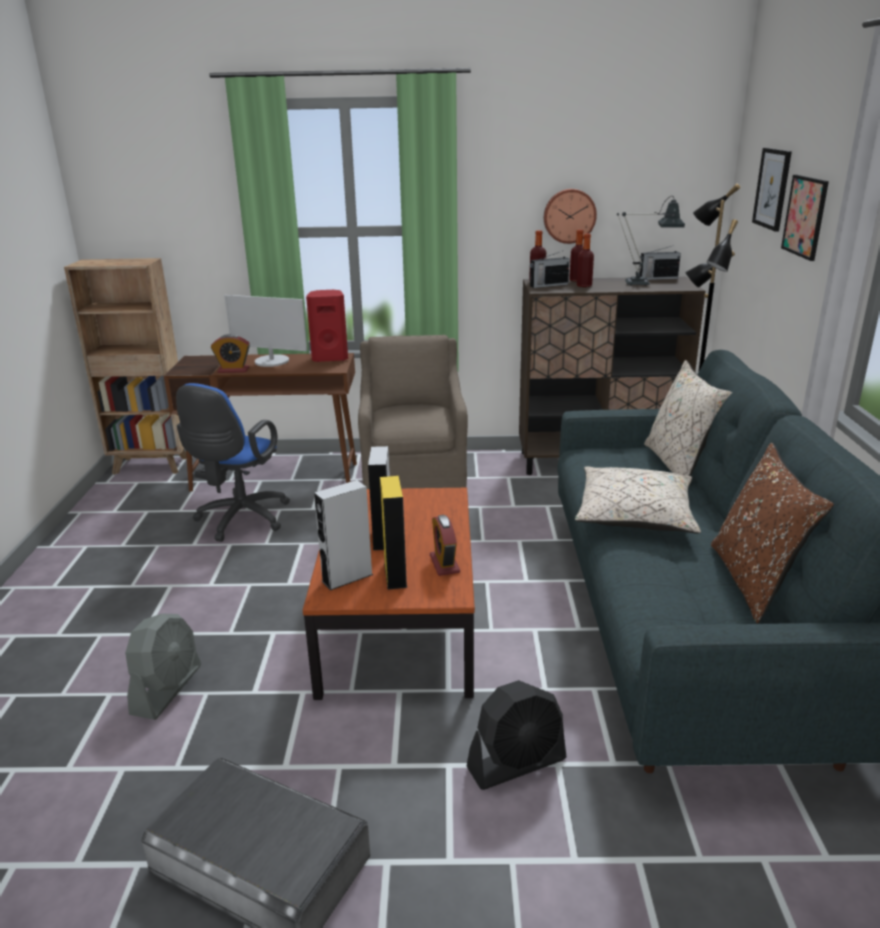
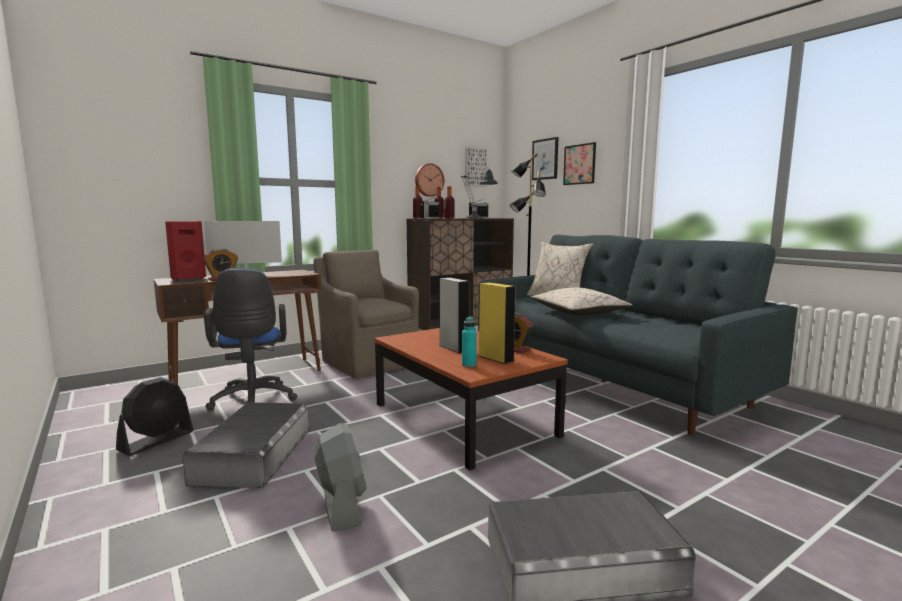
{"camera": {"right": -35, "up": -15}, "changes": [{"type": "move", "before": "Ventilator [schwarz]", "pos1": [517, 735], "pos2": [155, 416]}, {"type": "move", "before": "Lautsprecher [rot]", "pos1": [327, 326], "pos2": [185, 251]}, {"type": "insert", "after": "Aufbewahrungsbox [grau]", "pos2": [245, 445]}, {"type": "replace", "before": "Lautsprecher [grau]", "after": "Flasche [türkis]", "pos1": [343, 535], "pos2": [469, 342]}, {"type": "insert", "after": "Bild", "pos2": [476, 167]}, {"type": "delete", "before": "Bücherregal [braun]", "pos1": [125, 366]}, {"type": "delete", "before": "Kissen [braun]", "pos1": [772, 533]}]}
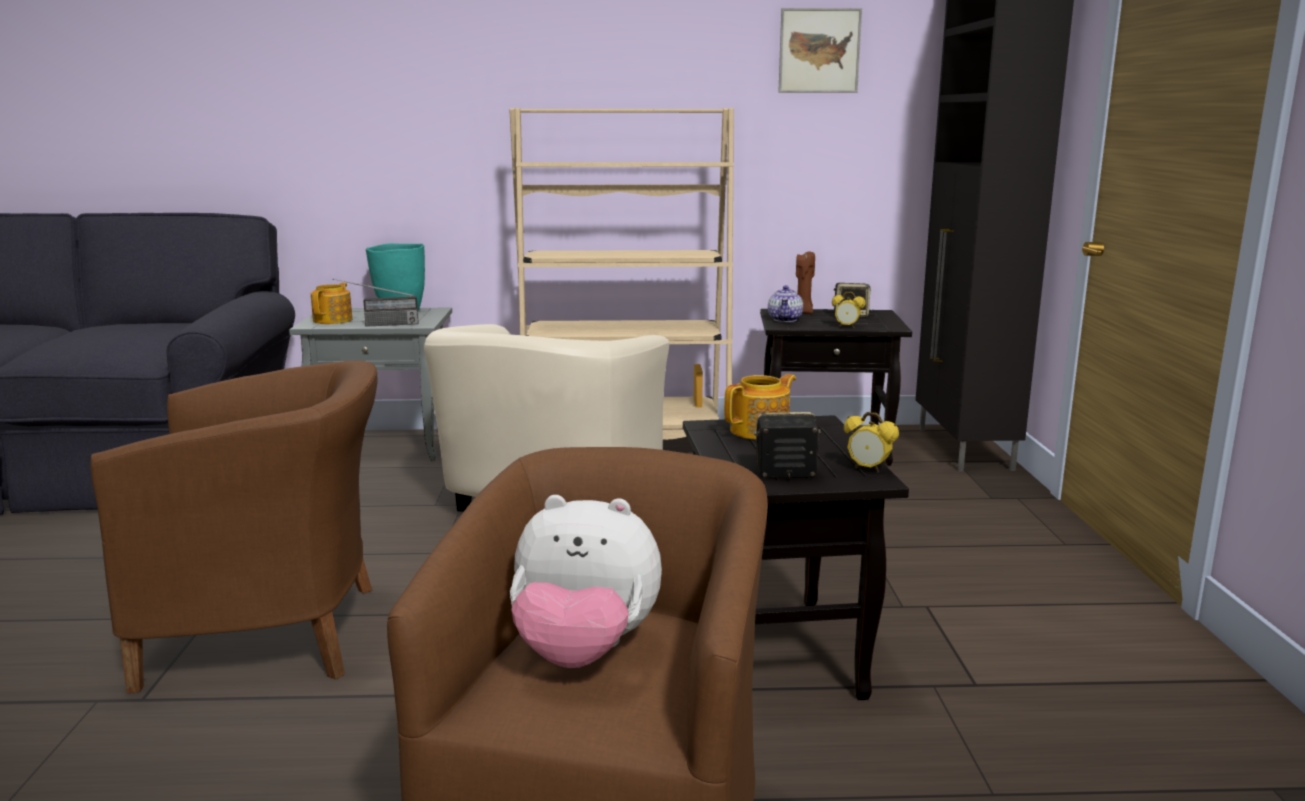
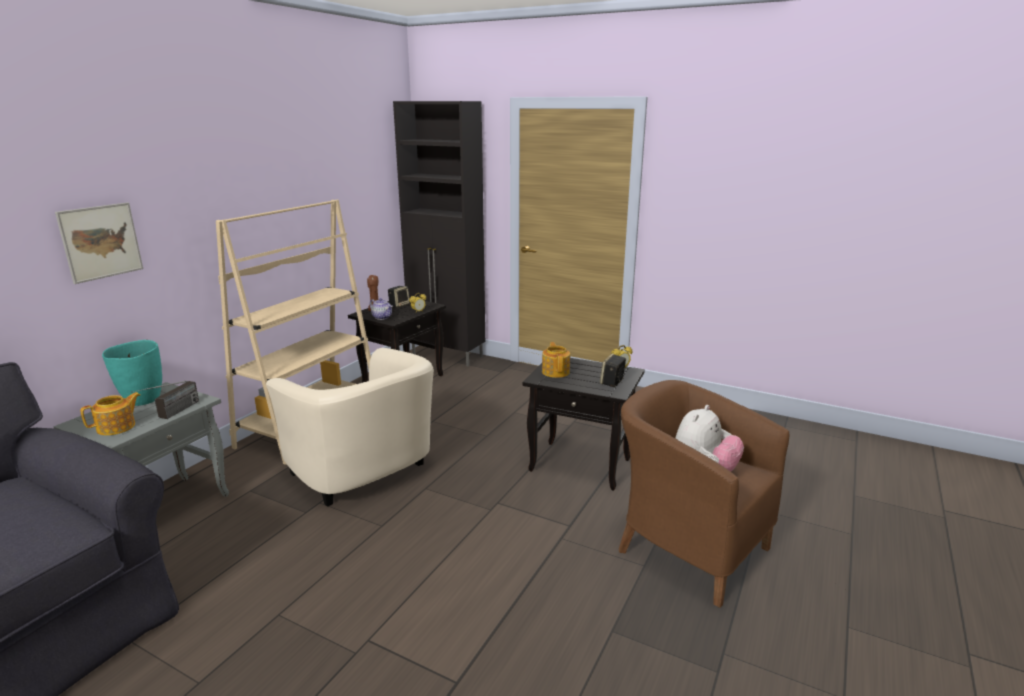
{"camera": {"right": -60, "up": 5}, "changes": [{"type": "move", "before": "Bild", "pos1": [820, 50], "pos2": [99, 243]}, {"type": "rotate", "before": "Teekanne", "pos1": [331, 303], "pos2": [110, 414], "turn": 90}, {"type": "delete", "before": "Sessel [braun]", "pos1": [233, 526]}]}
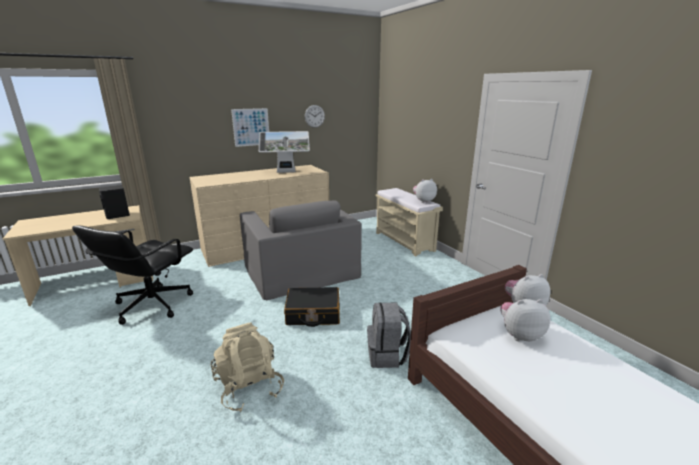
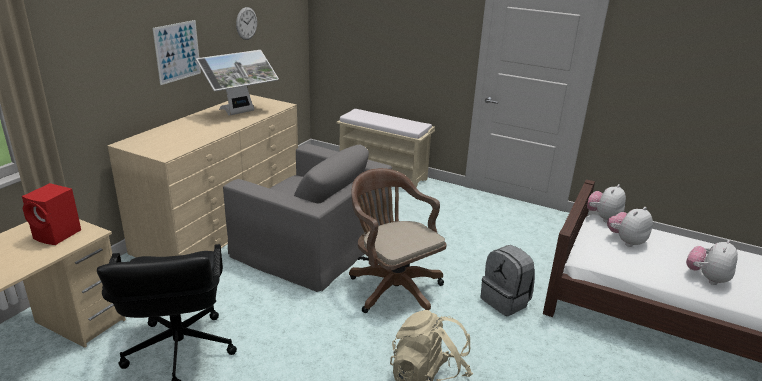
{"camera": {"right": -35, "up": 5}, "changes": [{"type": "recolor", "before": "Lautsprecher [schwarz]", "after": "Lautsprecher [rot]", "pos1": [114, 202], "pos2": [51, 214]}, {"type": "replace", "before": "Koffer [schwarz]", "after": "Bürostuhl [braun]", "pos1": [312, 307], "pos2": [398, 240]}, {"type": "move", "before": "Plüschtier", "pos1": [425, 191], "pos2": [712, 262]}]}
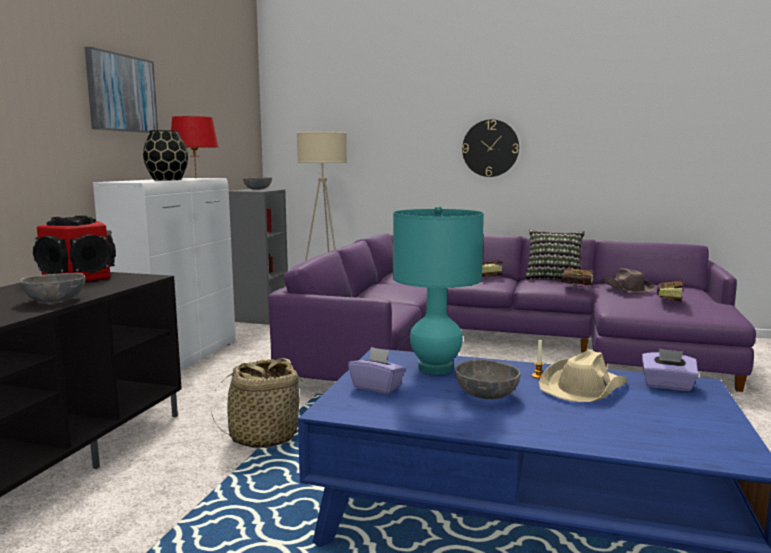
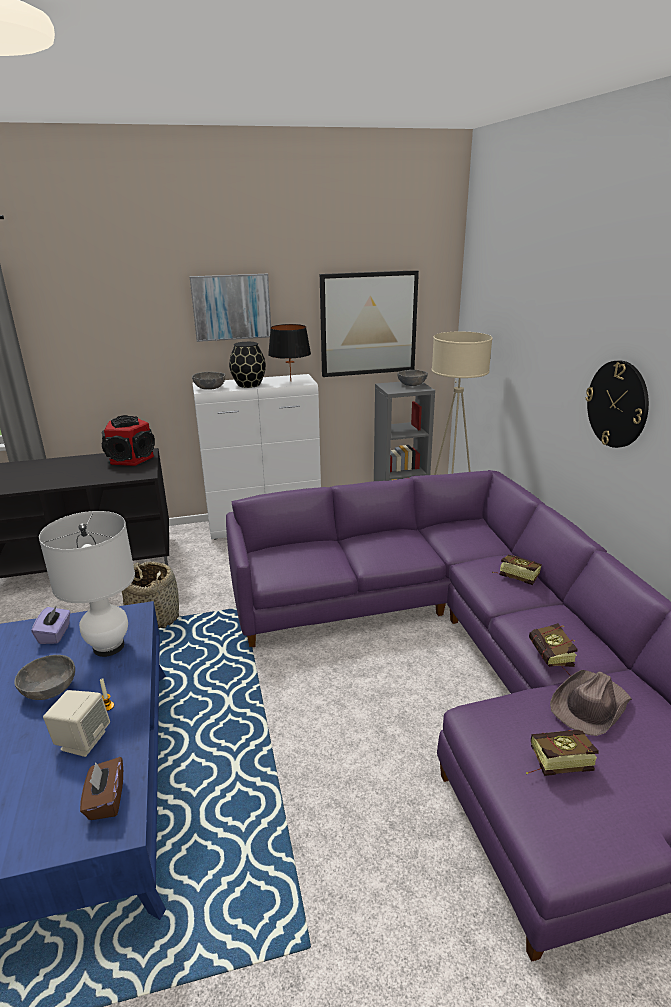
{"camera": {"right": 60, "up": 15}, "changes": [{"type": "recolor", "before": "Tischlampe [türkis]", "after": "Tischlampe [weiß]", "pos1": [438, 290], "pos2": [87, 584]}, {"type": "replace", "before": "Hut [beige]", "after": "Lautsprecher [beige]", "pos1": [583, 375], "pos2": [76, 723]}, {"type": "recolor", "before": "Taschentuchbox [lila]", "after": "Taschentuchbox [braun]", "pos1": [670, 369], "pos2": [101, 788]}, {"type": "move", "before": "Schüssel [grau]", "pos1": [52, 288], "pos2": [208, 381]}, {"type": "recolor", "before": "Tischlampe [rot]", "after": "Tischlampe [schwarz]", "pos1": [194, 146], "pos2": [289, 352]}, {"type": "insert", "after": "Bild", "pos2": [369, 323]}, {"type": "delete", "before": "Kissen", "pos1": [555, 255]}]}
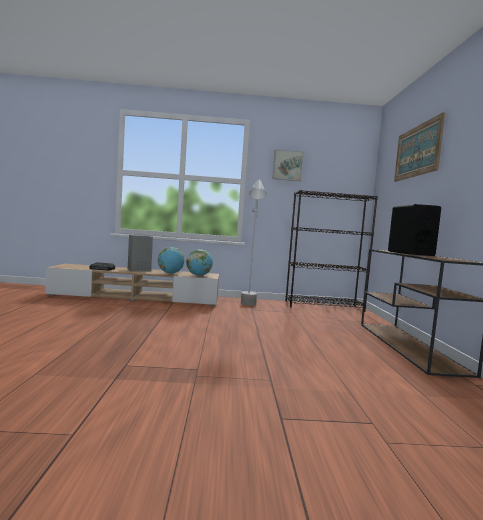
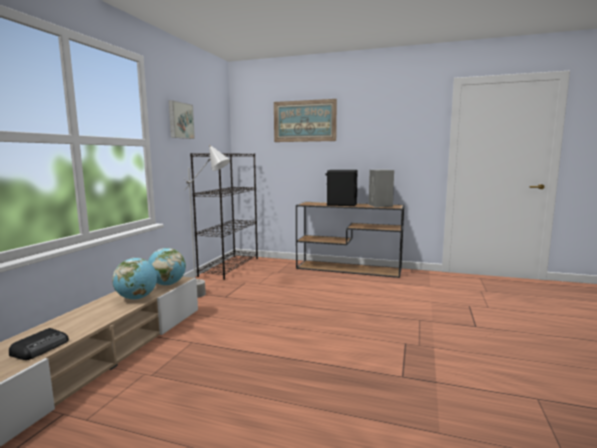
{"camera": {"right": -70, "up": 5}, "changes": [{"type": "move", "before": "Lautsprecher [grau]", "pos1": [140, 253], "pos2": [381, 188]}]}
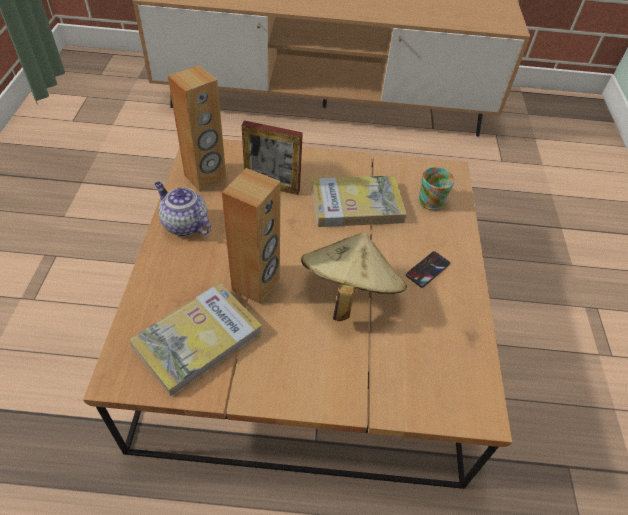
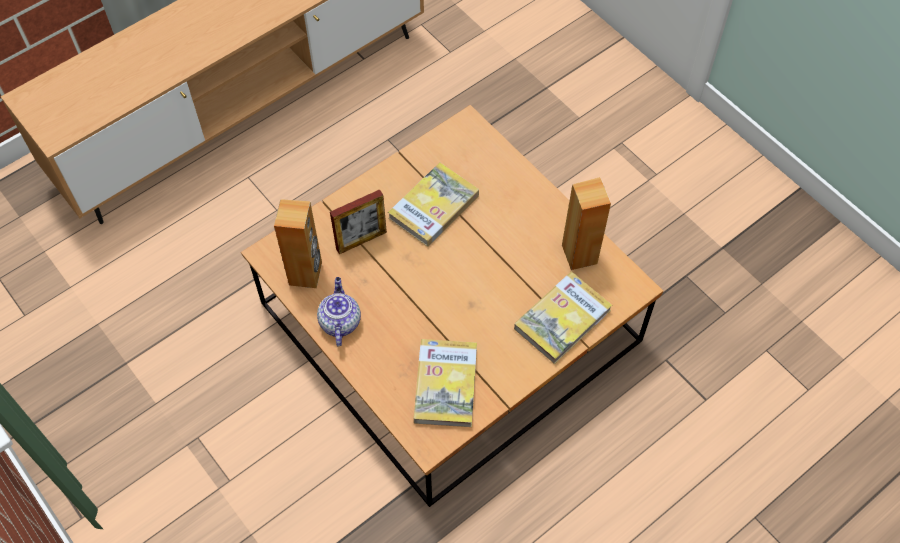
{"camera": {"right": -40, "up": 10}, "changes": [{"type": "rotate", "before": "Teekanne", "pos1": [183, 209], "pos2": [339, 312], "turn": 90}, {"type": "insert", "after": "Buch", "pos2": [563, 318]}, {"type": "move", "before": "Lautsprecher [braun]", "pos1": [251, 236], "pos2": [586, 223]}, {"type": "delete", "before": "Hut [beige]", "pos1": [354, 276]}, {"type": "delete", "before": "Handy", "pos1": [428, 269]}, {"type": "delete", "before": "Henkelbecher", "pos1": [436, 188]}]}
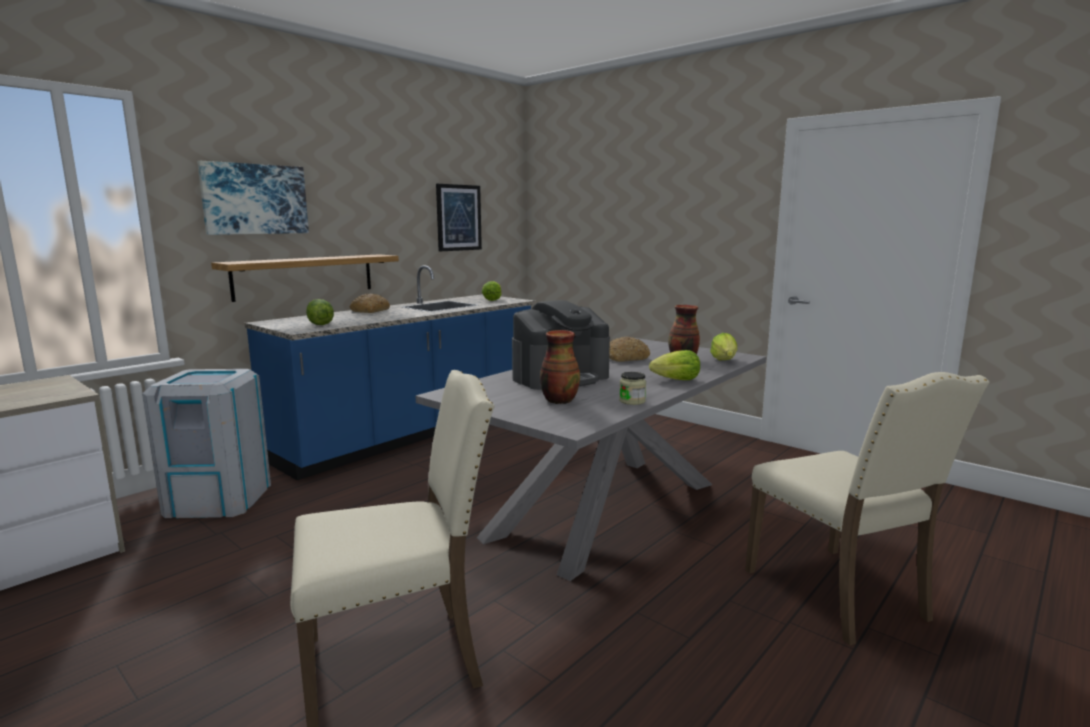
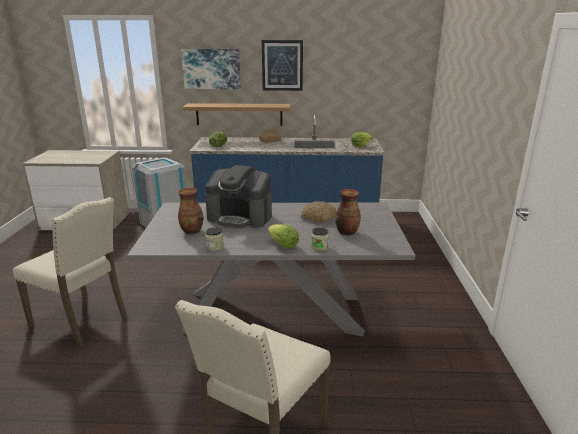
{"camera": {"right": 50, "up": 10}, "changes": [{"type": "move", "before": "Bild", "pos1": [459, 217], "pos2": [282, 65]}, {"type": "insert", "after": "Vorratsglas", "pos2": [320, 239]}, {"type": "delete", "before": "Salatkopf", "pos1": [723, 346]}]}
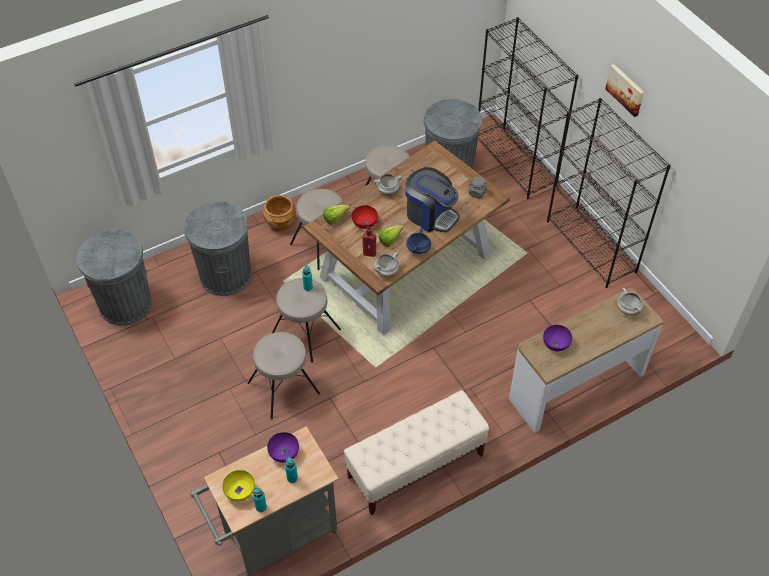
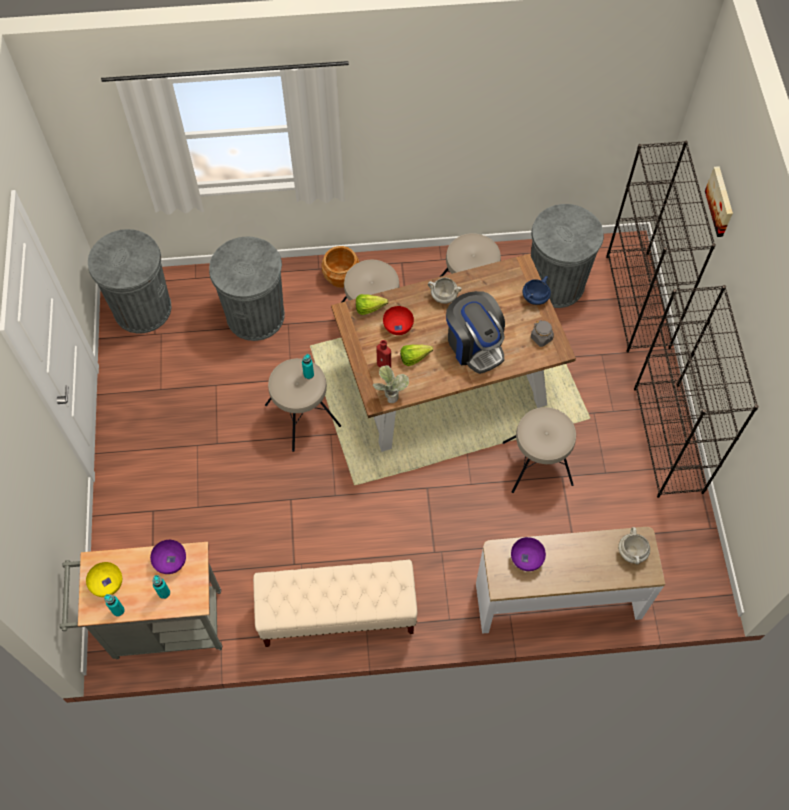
{"camera": {"right": 25, "up": 10}, "changes": [{"type": "replace", "before": "Kochtopf [weiß]", "after": "Topfpflanze", "pos1": [386, 264], "pos2": [391, 384]}, {"type": "move", "before": "Hocker [beige]", "pos1": [284, 376], "pos2": [539, 450]}, {"type": "move", "before": "Kochtopf [blau]", "pos1": [418, 241], "pos2": [536, 290]}, {"type": "move", "before": "Bild", "pos1": [624, 90], "pos2": [719, 201]}]}
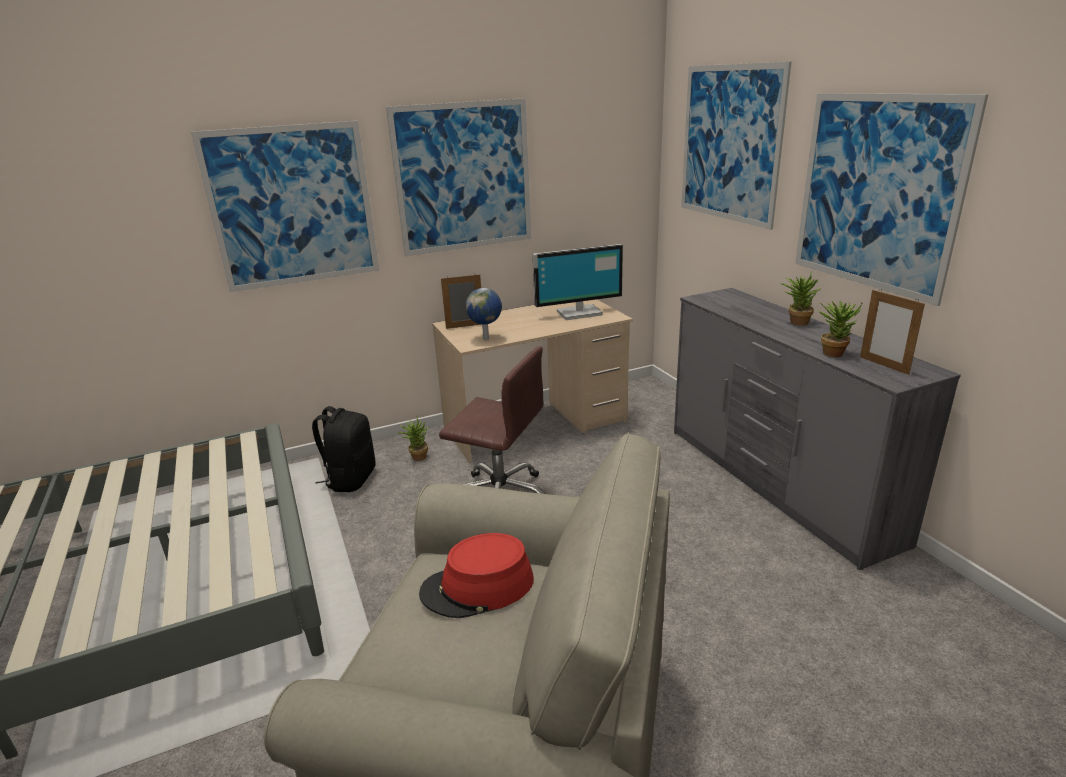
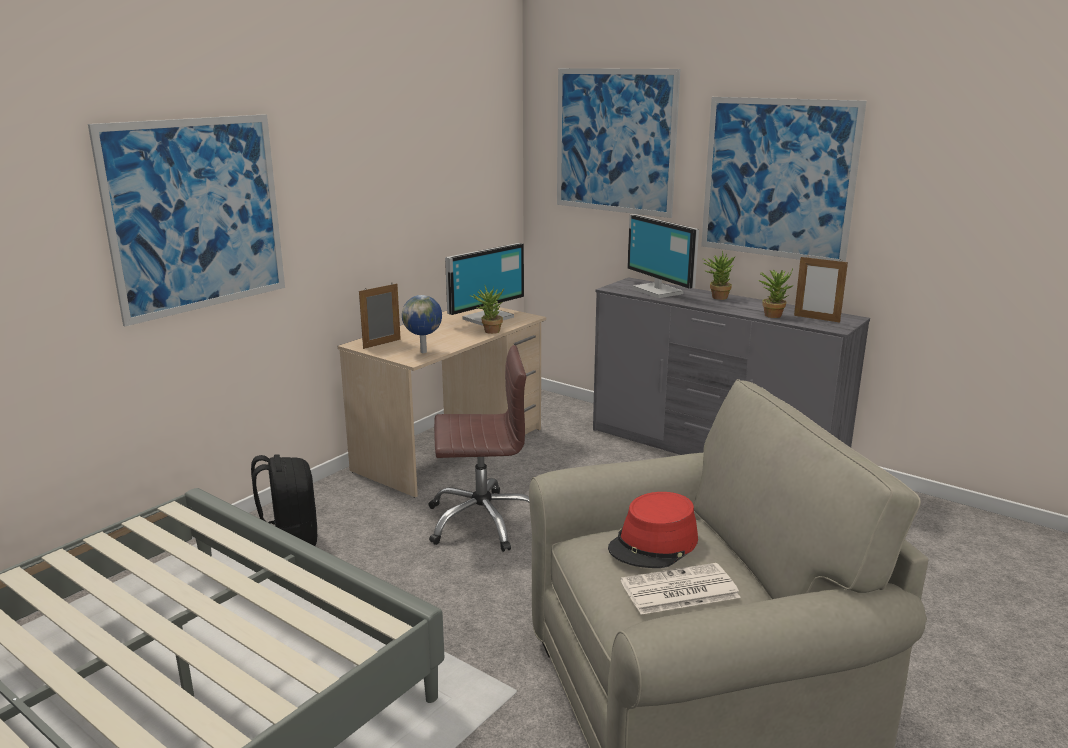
{"camera": {"right": -30, "up": -5}, "changes": [{"type": "move", "before": "Topfpflanze", "pos1": [412, 439], "pos2": [487, 309]}, {"type": "insert", "after": "Zeitung", "pos2": [681, 588]}, {"type": "insert", "after": "Monitor", "pos2": [663, 256]}, {"type": "delete", "before": "Bild", "pos1": [458, 177]}]}
